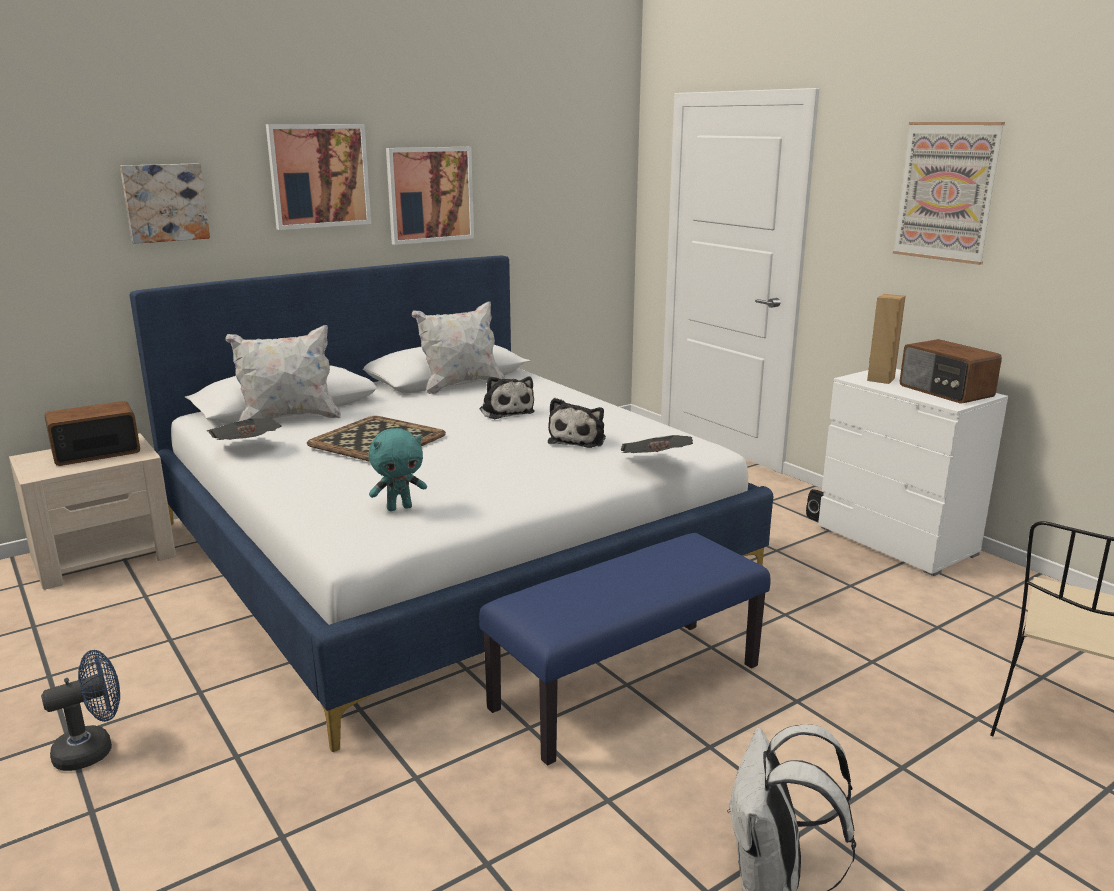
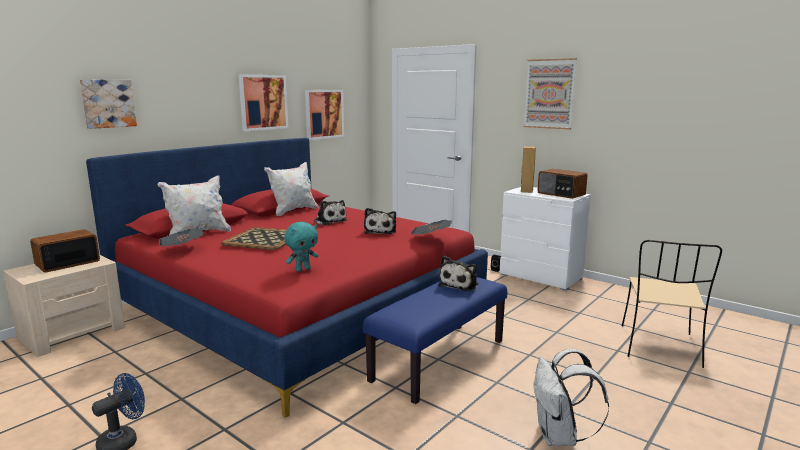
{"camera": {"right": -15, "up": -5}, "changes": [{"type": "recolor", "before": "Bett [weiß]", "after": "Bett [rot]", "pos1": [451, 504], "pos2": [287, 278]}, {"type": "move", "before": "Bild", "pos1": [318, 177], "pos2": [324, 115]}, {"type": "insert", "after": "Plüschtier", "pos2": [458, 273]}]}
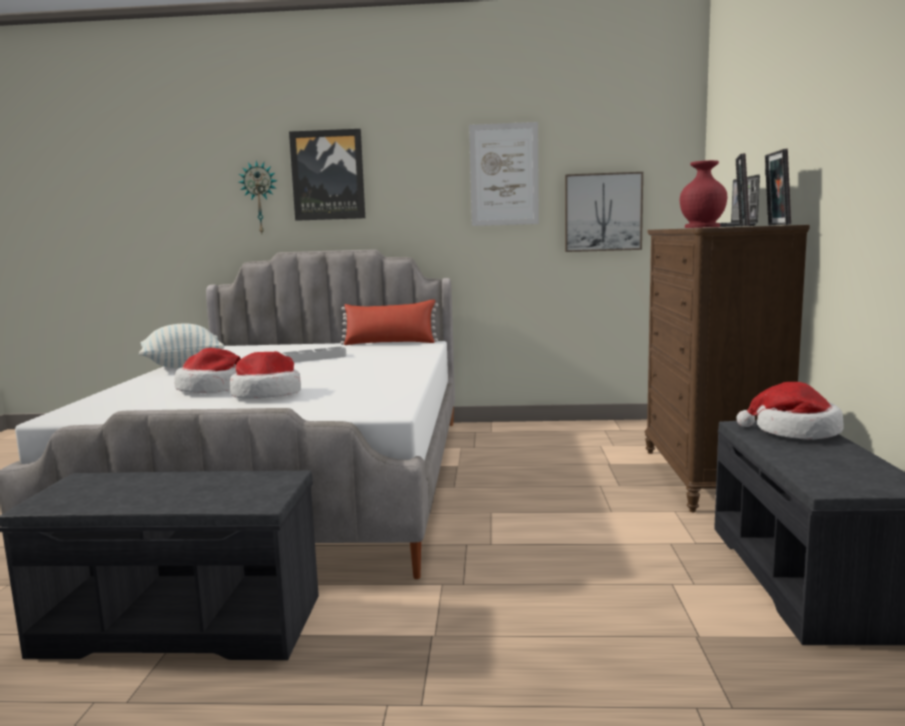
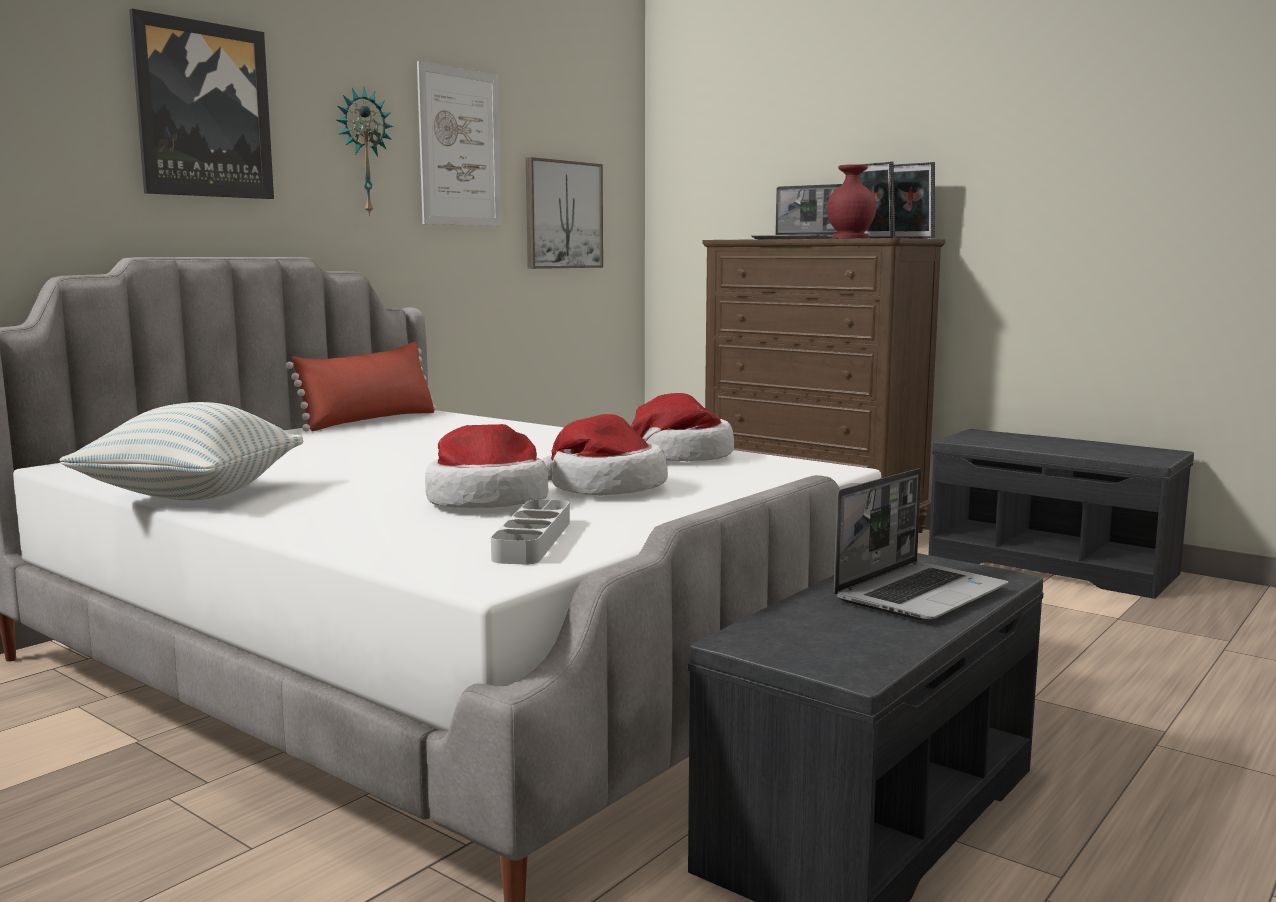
{"camera": {"right": -55, "up": 0}, "changes": [{"type": "move", "before": "Wanduhr", "pos1": [258, 196], "pos2": [365, 152]}, {"type": "move", "before": "Tablett [grau]", "pos1": [314, 355], "pos2": [530, 532]}, {"type": "move", "before": "Hut", "pos1": [790, 410], "pos2": [682, 427]}, {"type": "insert", "after": "Laptop", "pos2": [921, 544]}]}
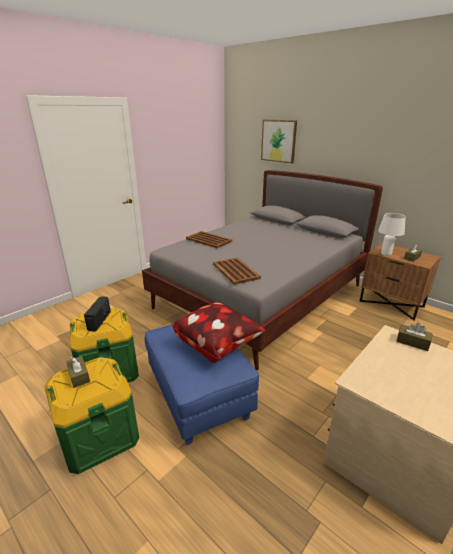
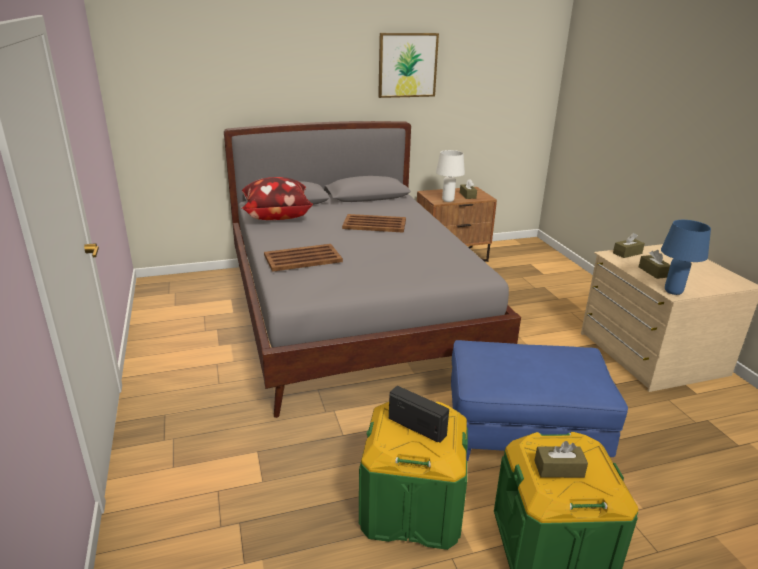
{"camera": {"right": -60, "up": 0}, "changes": [{"type": "move", "before": "Kissen", "pos1": [218, 332], "pos2": [277, 198]}, {"type": "move", "before": "Tablett [braun]", "pos1": [237, 271], "pos2": [374, 223]}, {"type": "move", "before": "Bild", "pos1": [279, 141], "pos2": [408, 65]}, {"type": "insert", "after": "Taschentuchbox [braun]", "pos2": [654, 264]}, {"type": "insert", "after": "Tischlampe [blau]", "pos2": [686, 257]}]}
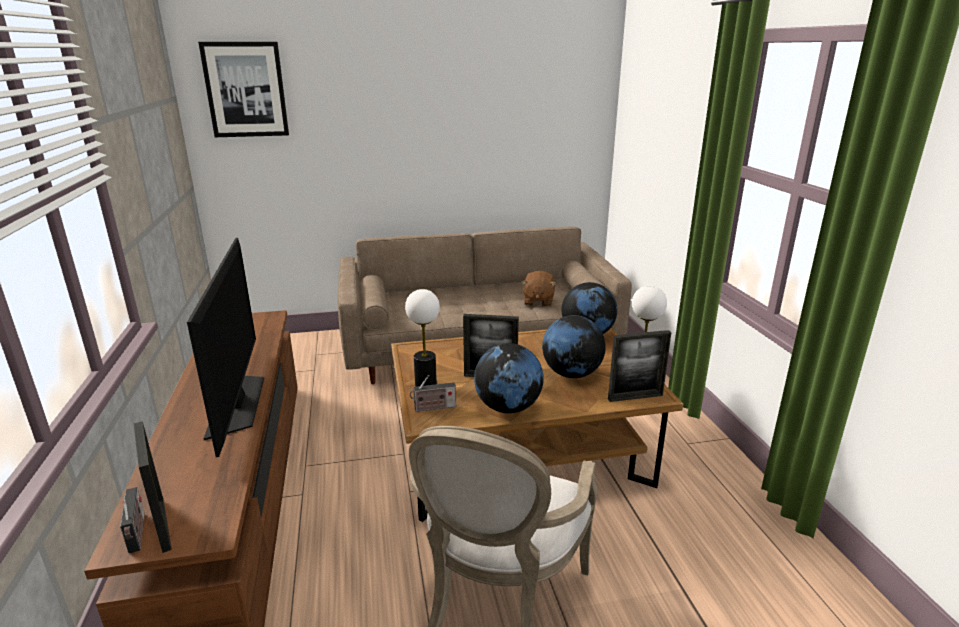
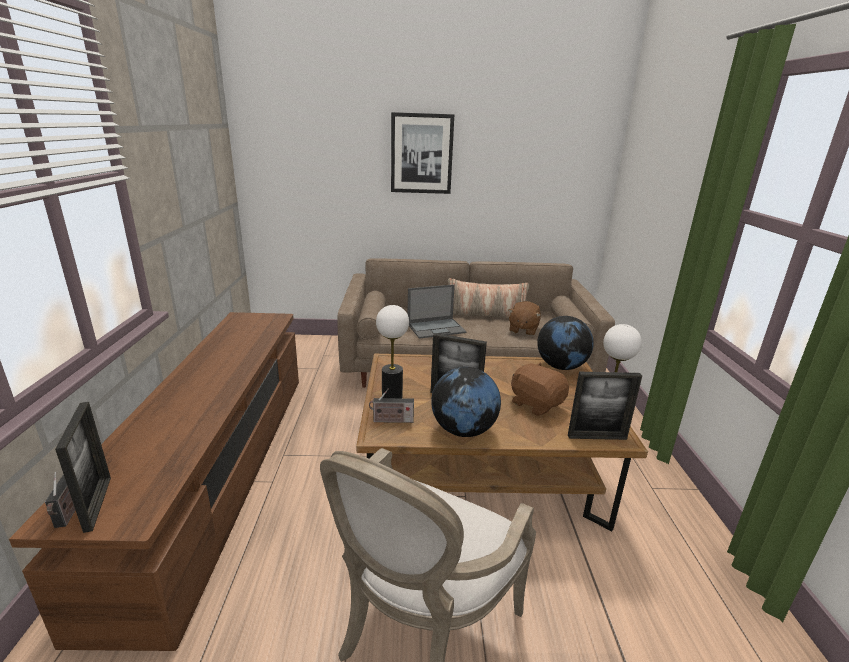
{"camera": {"right": 10, "up": 0}, "changes": [{"type": "move", "before": "Bild", "pos1": [243, 89], "pos2": [422, 153]}, {"type": "insert", "after": "Laptop", "pos2": [437, 312]}, {"type": "insert", "after": "Kissen", "pos2": [488, 298]}, {"type": "replace", "before": "Globus", "after": "Plüschtier [braun]", "pos1": [574, 346], "pos2": [540, 389]}, {"type": "delete", "before": "Fernseher", "pos1": [225, 347]}]}
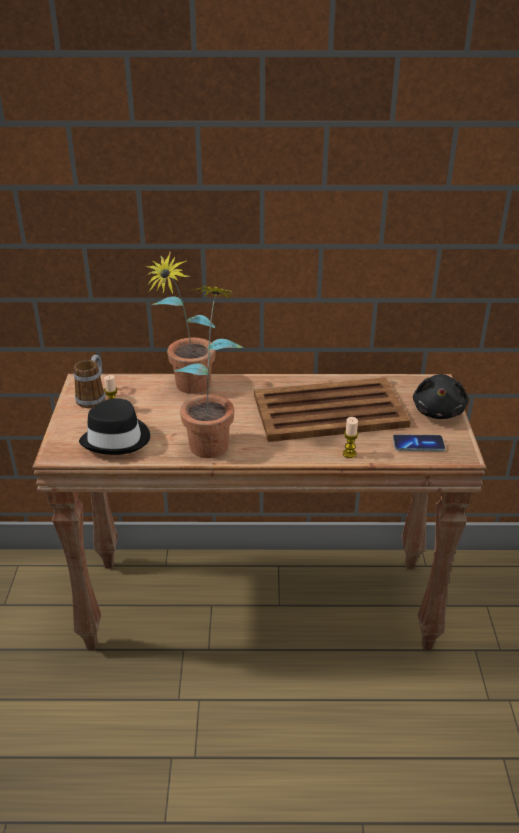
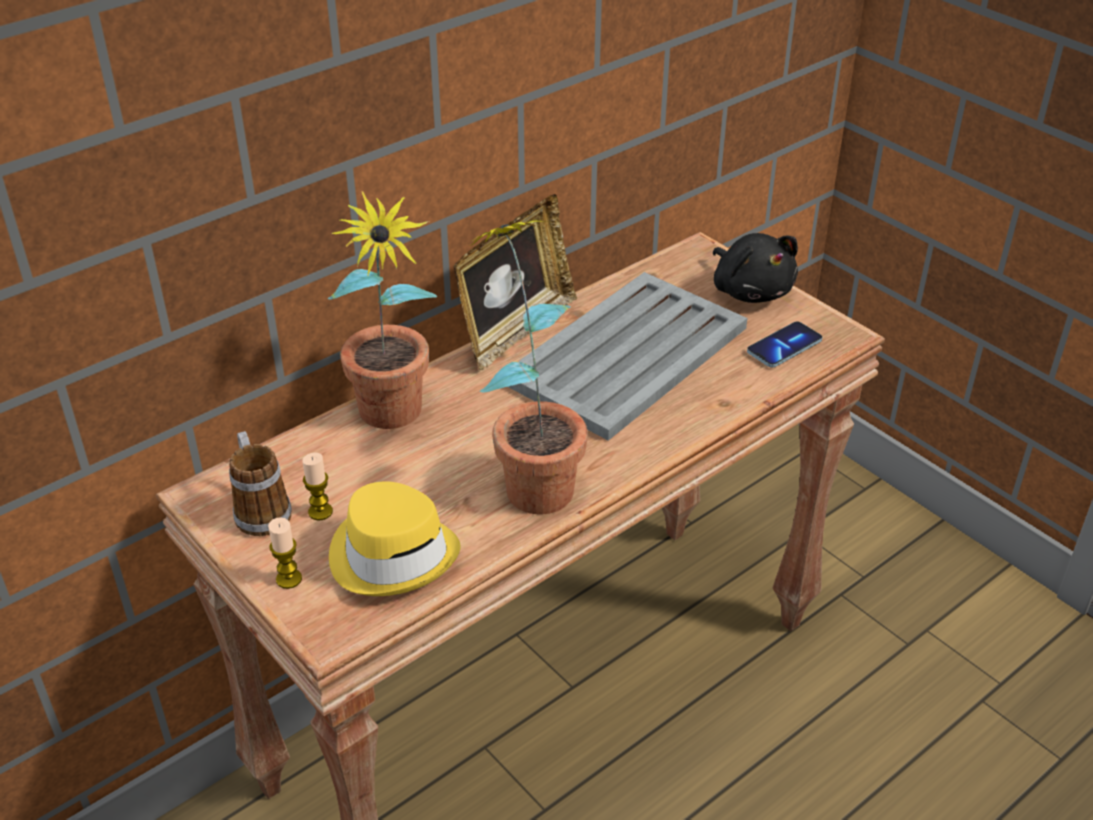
{"camera": {"right": -40, "up": 5}, "changes": [{"type": "move", "before": "Kerze", "pos1": [350, 437], "pos2": [285, 553]}, {"type": "recolor", "before": "Hut [schwarz]", "after": "Hut [gelb]", "pos1": [114, 427], "pos2": [395, 538]}, {"type": "insert", "after": "Bilderrahmen", "pos2": [515, 282]}, {"type": "recolor", "before": "Tablett [braun]", "after": "Tablett [grau]", "pos1": [332, 410], "pos2": [628, 356]}]}
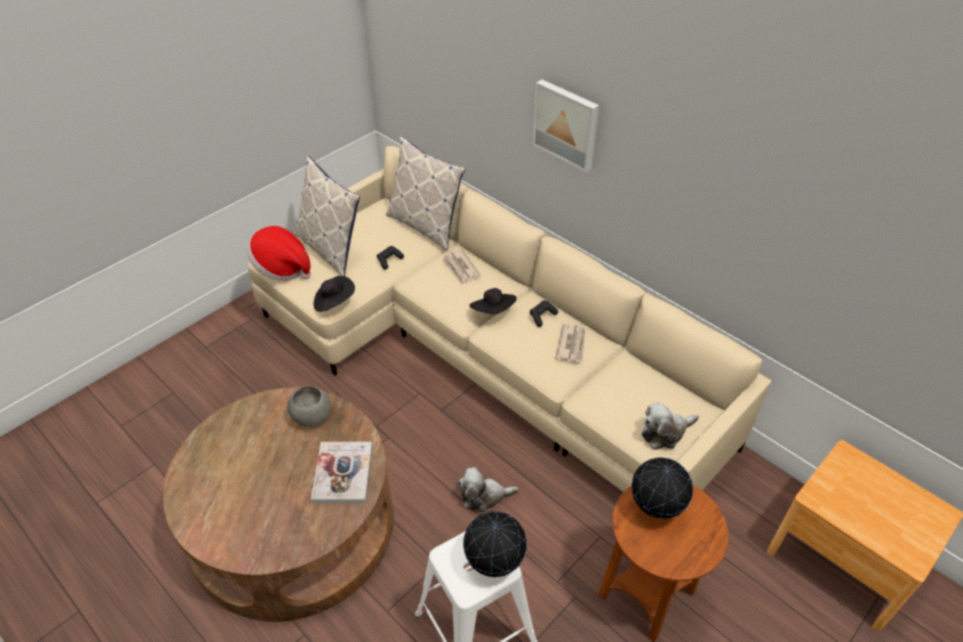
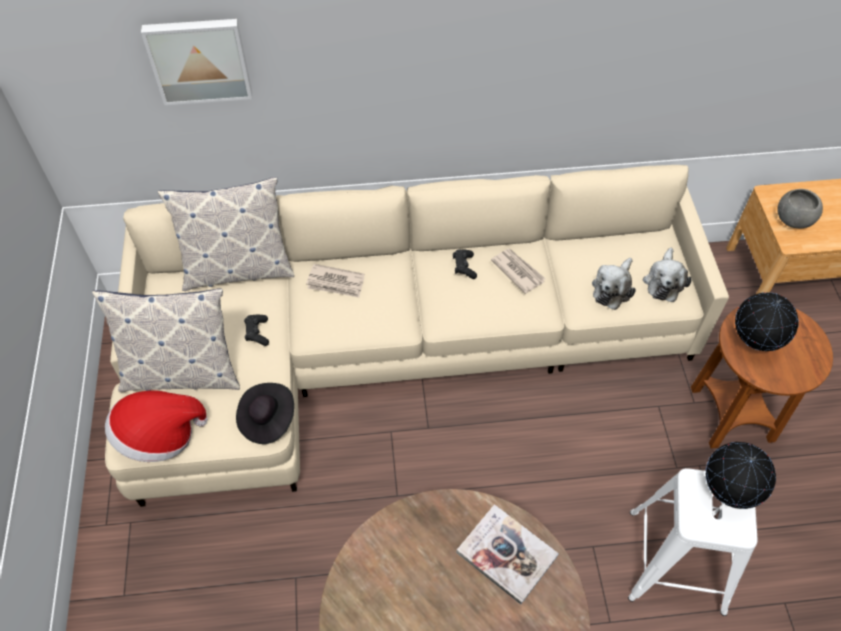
{"camera": {"right": -50, "up": 10}, "changes": [{"type": "move", "before": "Bild", "pos1": [566, 125], "pos2": [196, 62]}, {"type": "move", "before": "Plüschtier", "pos1": [488, 489], "pos2": [614, 284]}, {"type": "move", "before": "Schüssel [grau]", "pos1": [309, 406], "pos2": [800, 208]}, {"type": "delete", "before": "Hut [schwarz]", "pos1": [493, 301]}]}
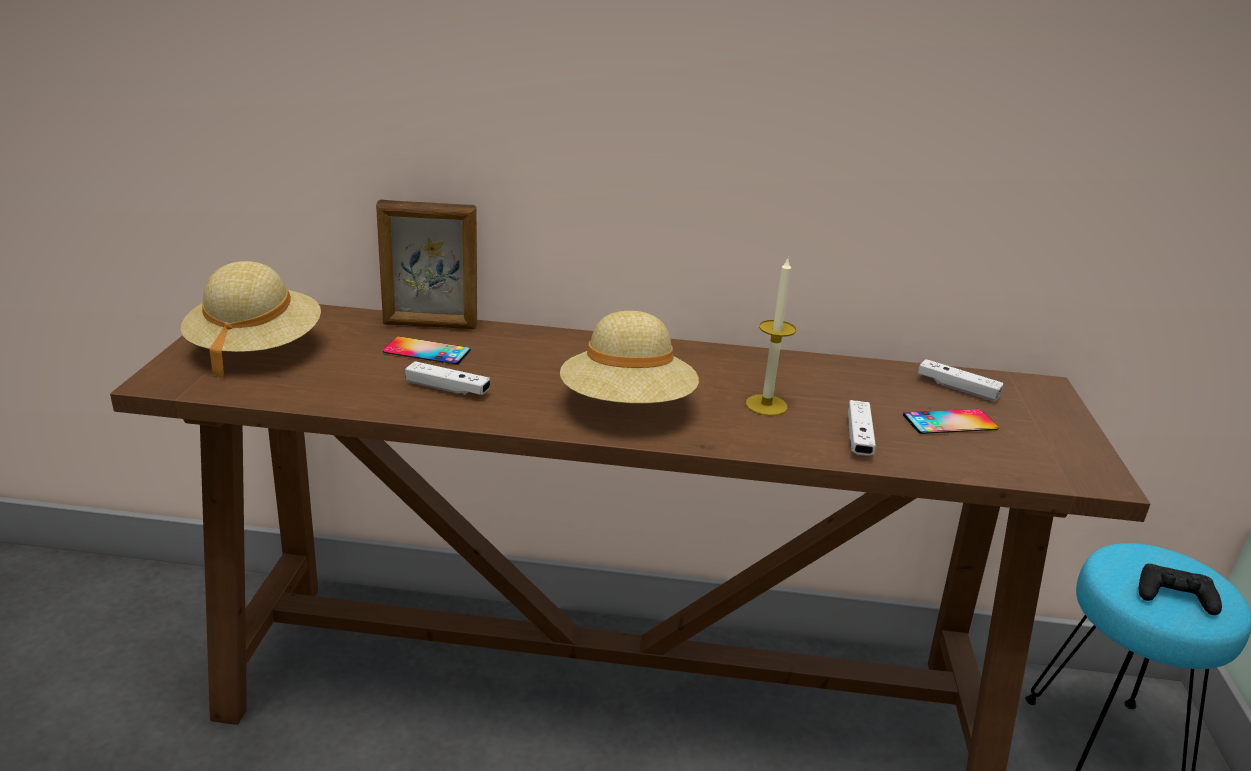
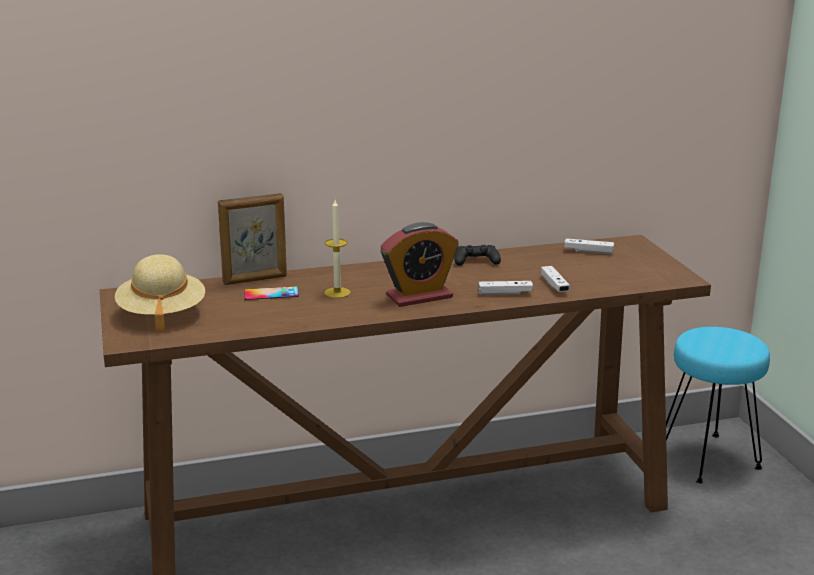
{"camera": {"right": -20, "up": -5}, "changes": [{"type": "move", "before": "Kerze", "pos1": [771, 337], "pos2": [337, 249]}, {"type": "replace", "before": "Hut [beige]", "after": "Wecker", "pos1": [629, 357], "pos2": [419, 264]}, {"type": "move", "before": "Gamepad [schwarz]", "pos1": [1180, 589], "pos2": [477, 255]}, {"type": "move", "before": "Gamepad [weiß]", "pos1": [447, 378], "pos2": [506, 288]}, {"type": "delete", "before": "Handy", "pos1": [951, 421]}]}
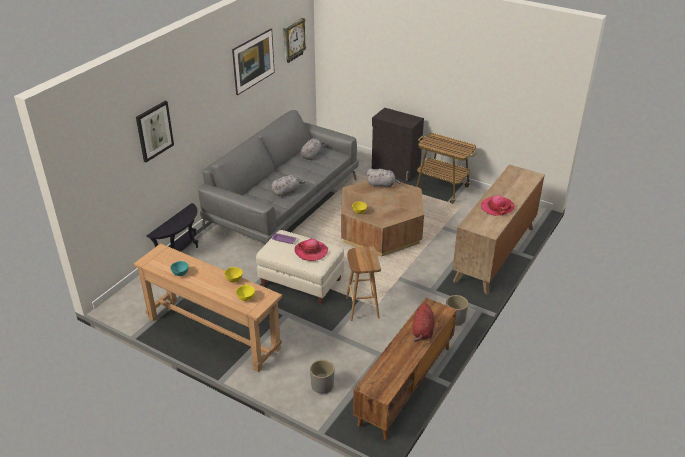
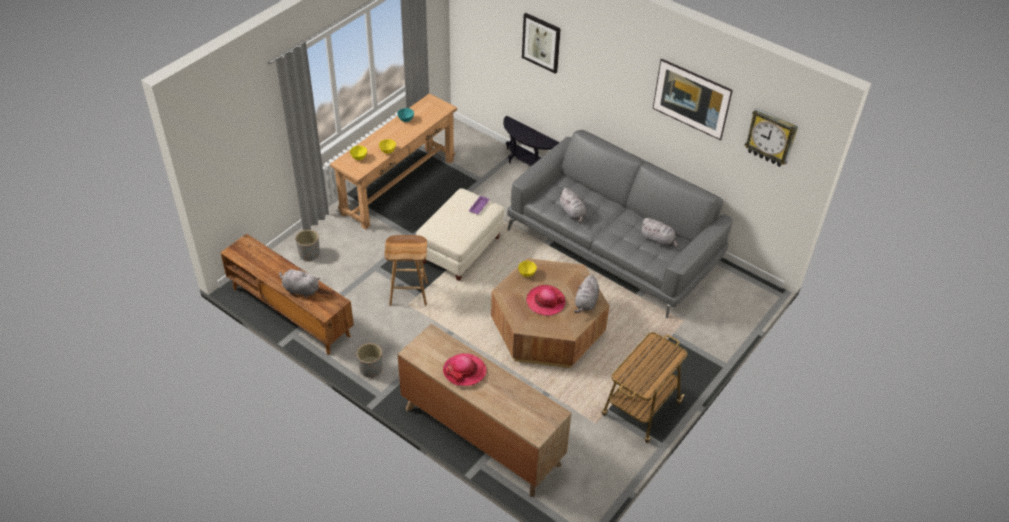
{"camera": {"right": 95, "up": 10}, "changes": [{"type": "recolor", "before": "Plüschtier [rot]", "after": "Plüschtier [grau]", "pos1": [423, 322], "pos2": [299, 283]}, {"type": "move", "before": "Hut", "pos1": [311, 249], "pos2": [545, 300]}, {"type": "delete", "before": "Schrank [schwarz]", "pos1": [398, 145]}]}
